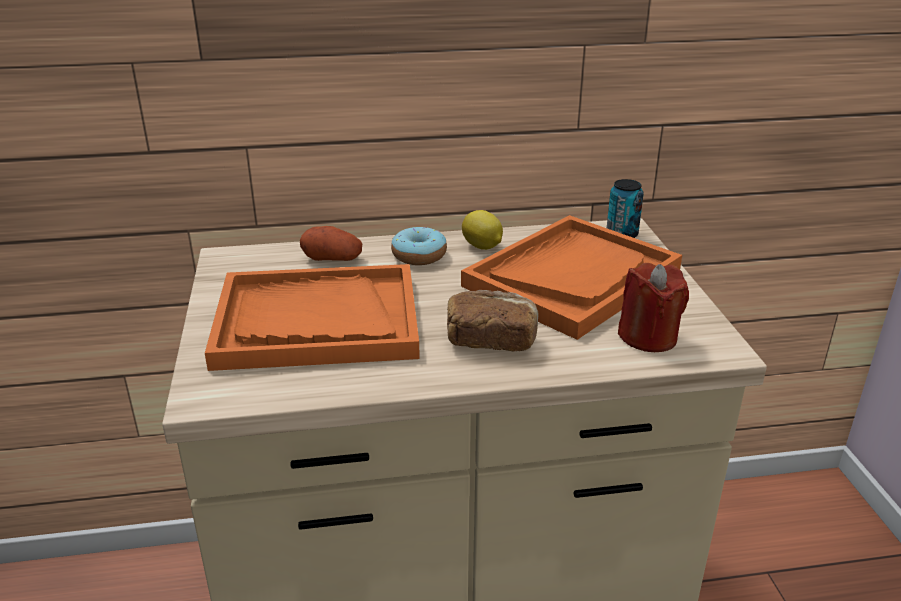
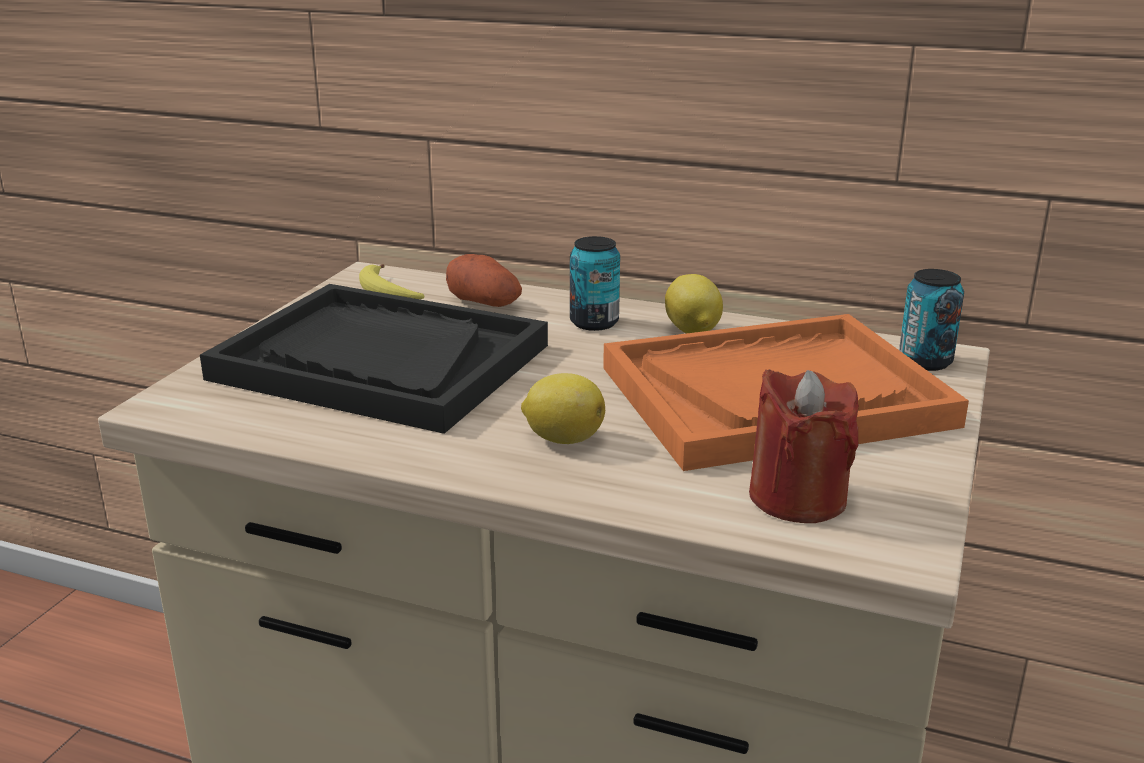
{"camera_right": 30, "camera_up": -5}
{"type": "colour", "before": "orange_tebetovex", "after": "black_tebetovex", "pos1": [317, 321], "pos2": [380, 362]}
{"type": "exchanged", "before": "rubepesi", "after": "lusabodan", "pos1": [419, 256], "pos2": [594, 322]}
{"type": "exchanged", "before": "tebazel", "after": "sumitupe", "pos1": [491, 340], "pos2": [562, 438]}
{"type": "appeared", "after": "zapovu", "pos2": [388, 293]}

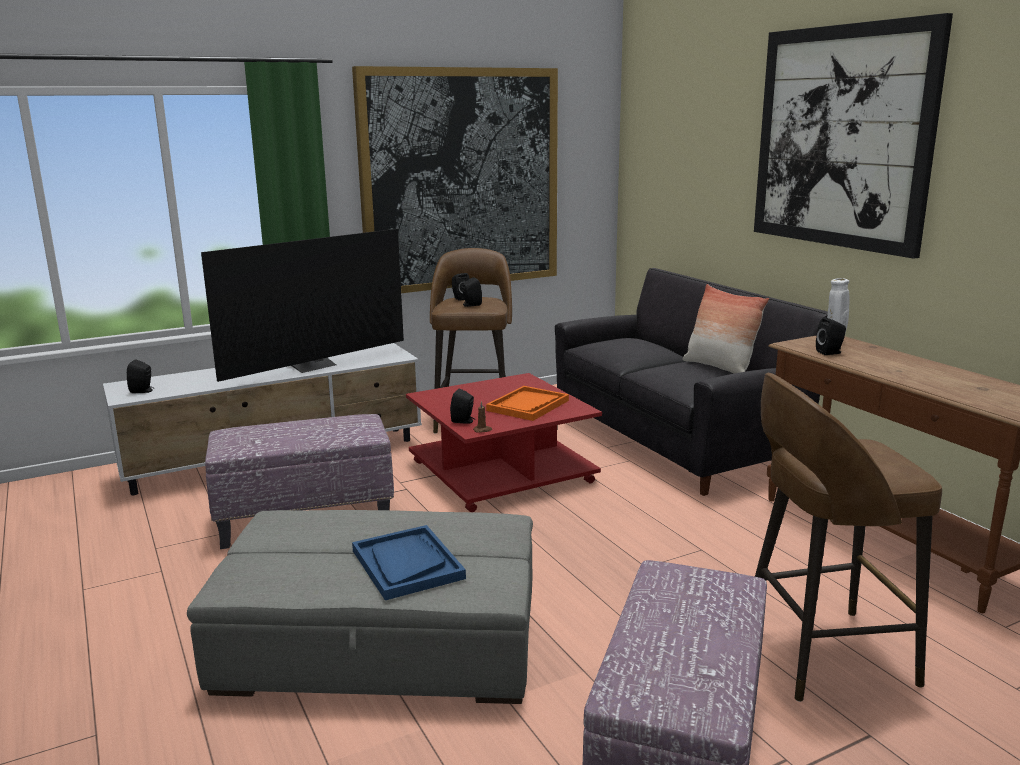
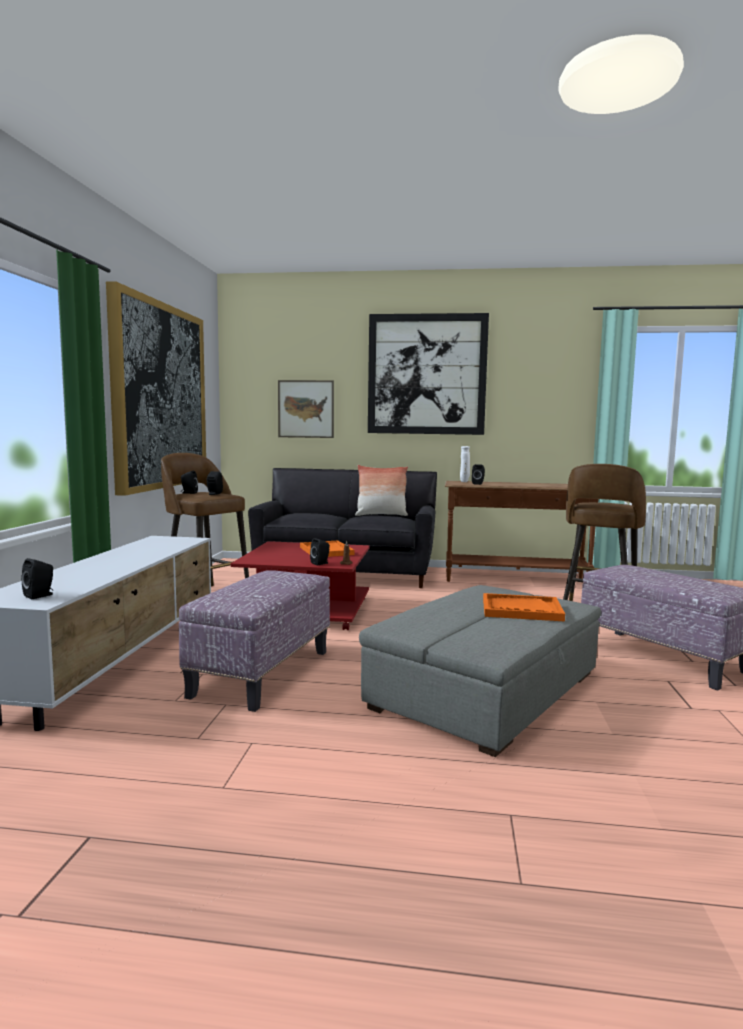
{"camera_right": -55, "camera_up": -10}
{"type": "missing", "before": "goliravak", "pos1": [313, 366]}
{"type": "colour", "before": "blue_tebetovex", "after": "orange_tebetovex", "pos1": [407, 564], "pos2": [521, 610]}
{"type": "appeared", "after": "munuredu", "pos2": [306, 409]}

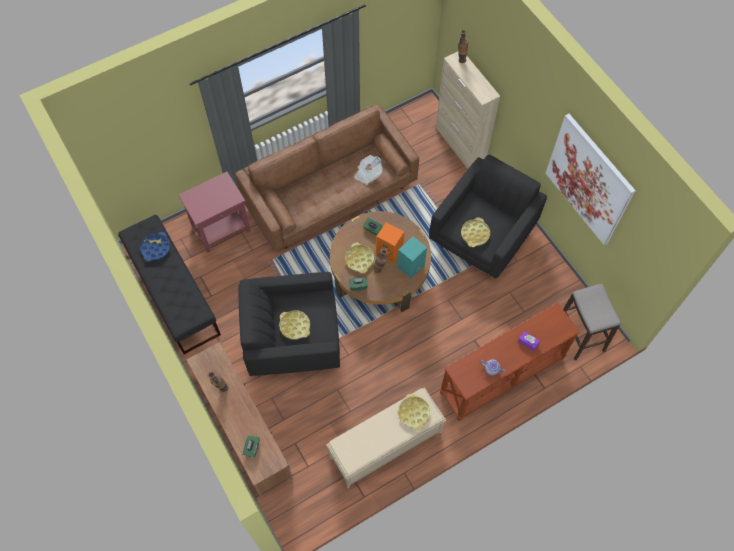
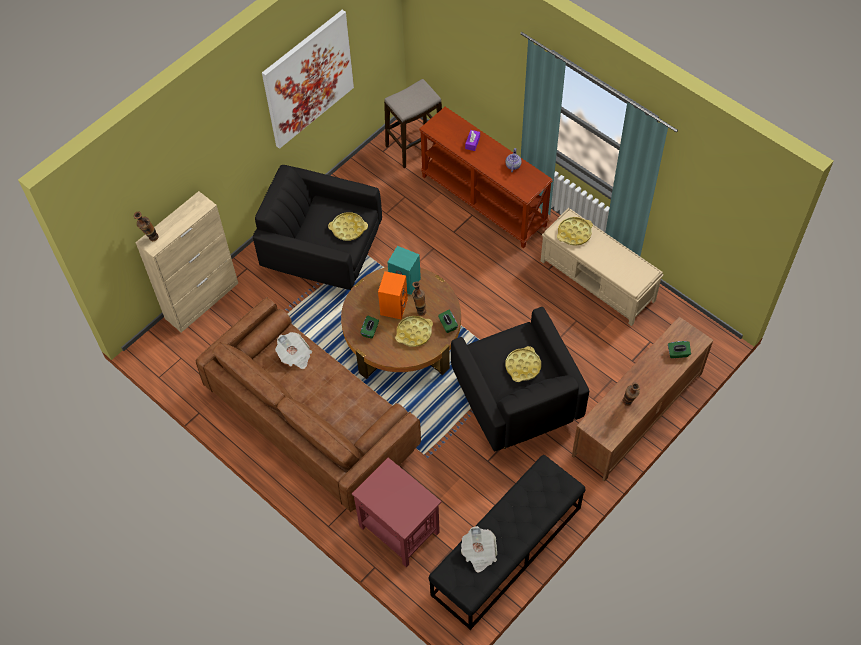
{"camera_right": -105, "camera_up": -5}
{"type": "exchanged", "before": "blue_tebetovex", "after": "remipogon", "pos1": [155, 248], "pos2": [479, 553]}

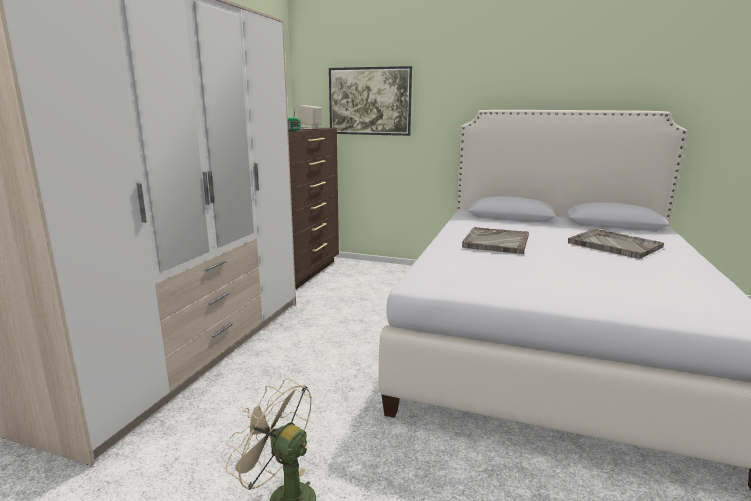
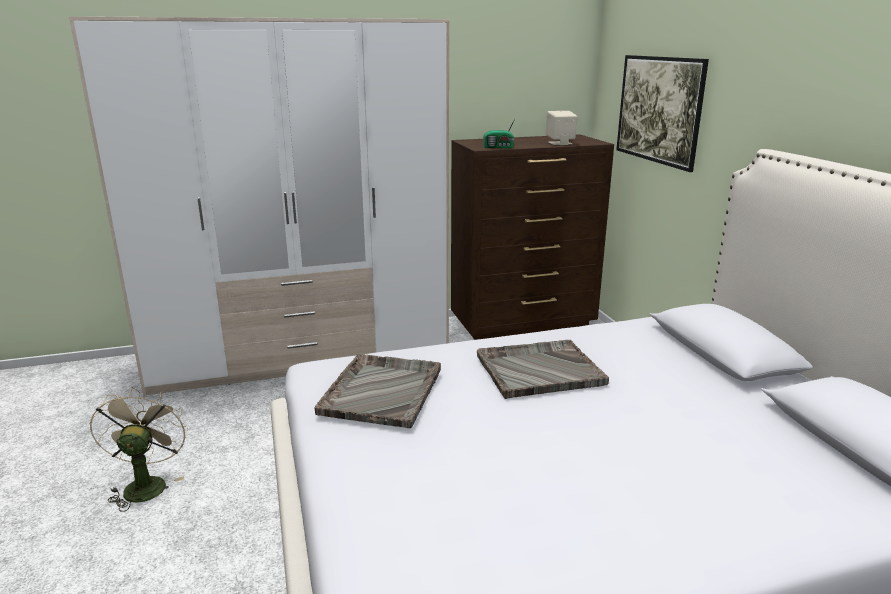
{"camera_right": 55, "camera_up": 5}
{"type": "relocated", "before": "grey_tebetovex", "pos1": [613, 245], "pos2": [382, 391]}

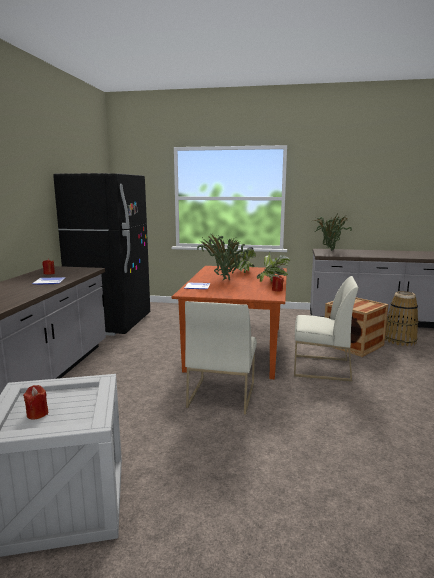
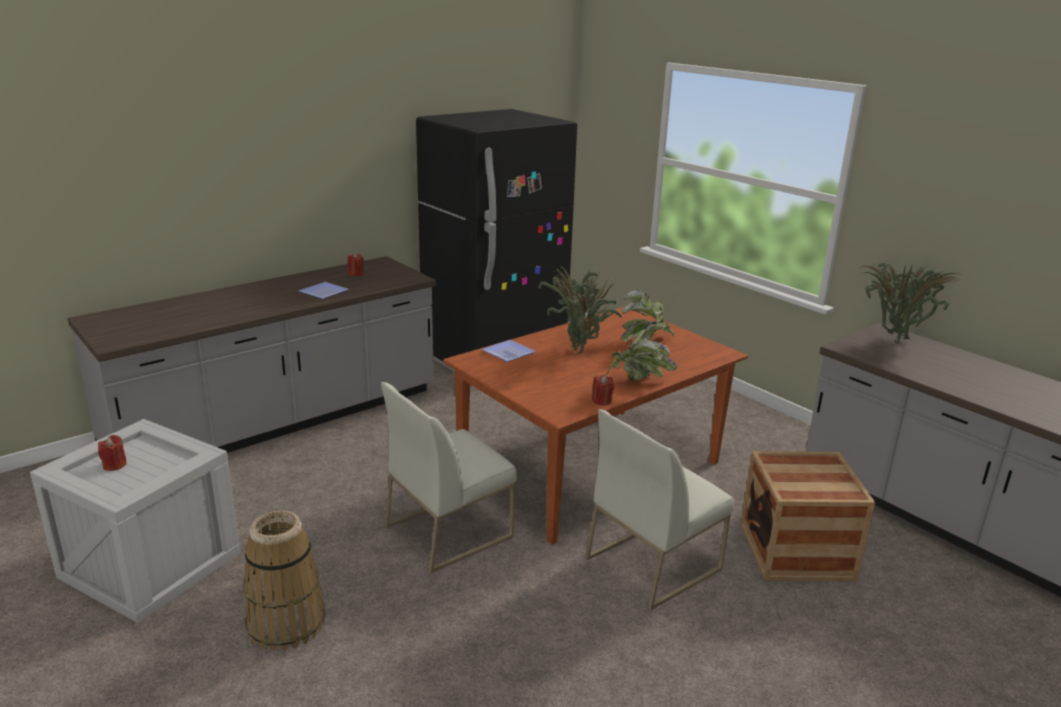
{"camera_right": 40, "camera_up": 10}
{"type": "spun", "before": "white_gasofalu", "pos1": [321, 368], "pos2": [653, 563], "turn": 90}
{"type": "relocated", "before": "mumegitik", "pos1": [400, 340], "pos2": [286, 624]}

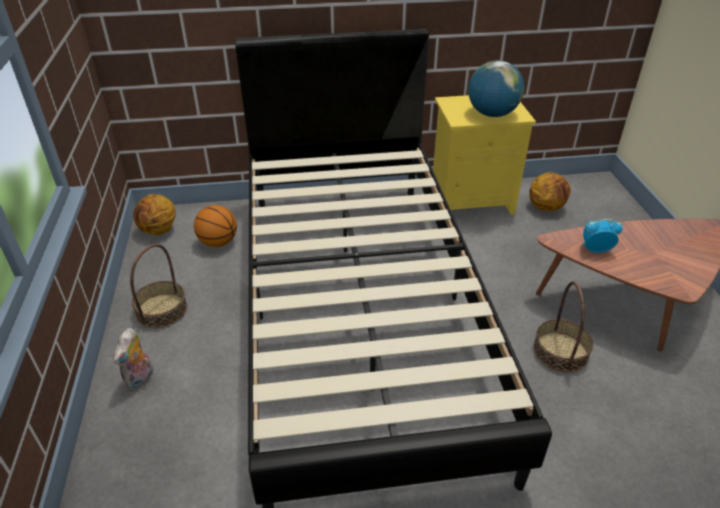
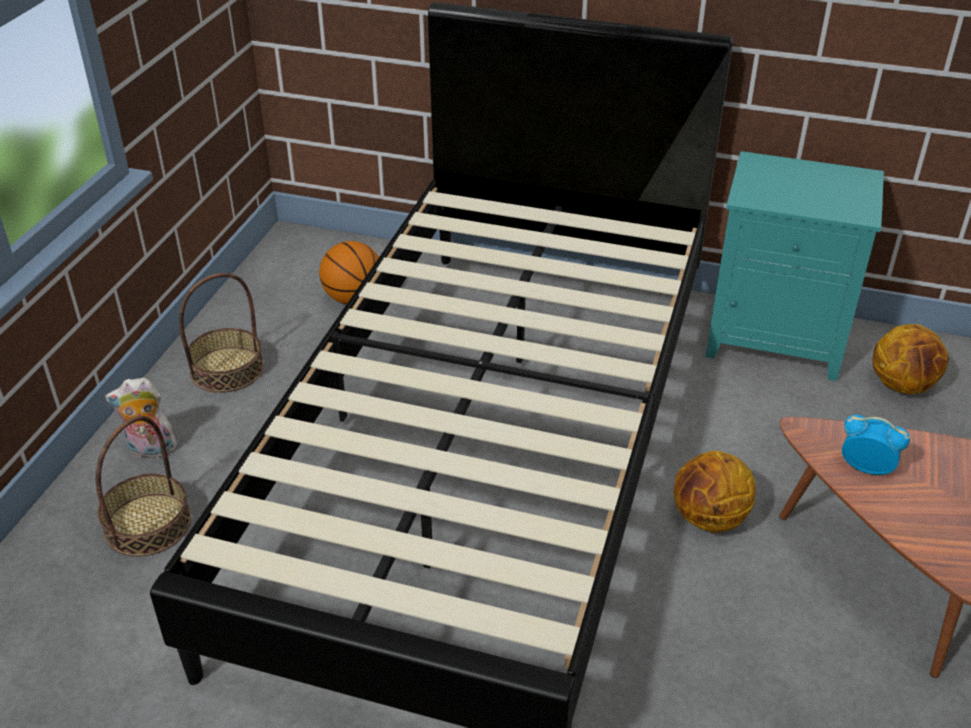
{"camera_right": 25, "camera_up": 0}
{"type": "spun", "before": "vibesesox", "pos1": [141, 380], "pos2": [150, 450], "turn": 45}
{"type": "relocated", "before": "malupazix", "pos1": [159, 231], "pos2": [709, 519]}
{"type": "colour", "before": "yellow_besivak", "after": "turquoise_besivak", "pos1": [472, 200], "pos2": [777, 338]}
{"type": "missing", "before": "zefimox", "pos1": [492, 114]}
{"type": "relocated", "before": "mumegitik", "pos1": [560, 351], "pos2": [147, 524]}

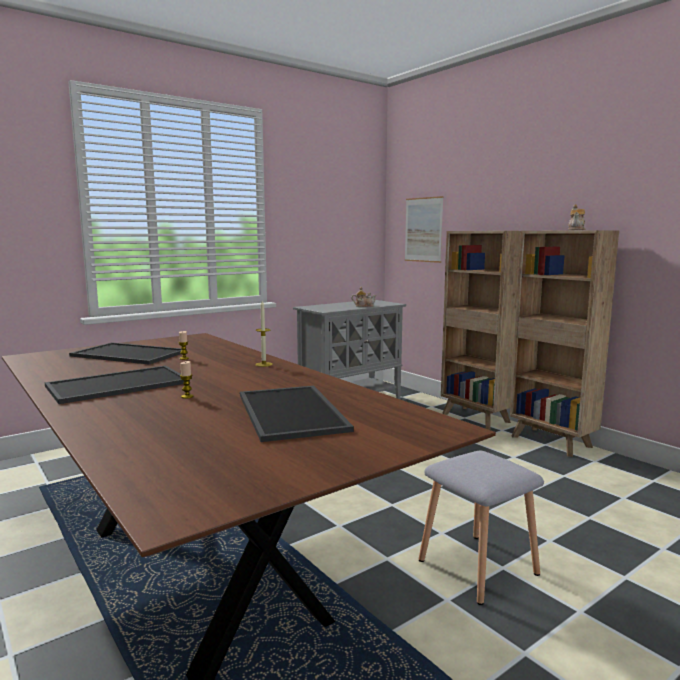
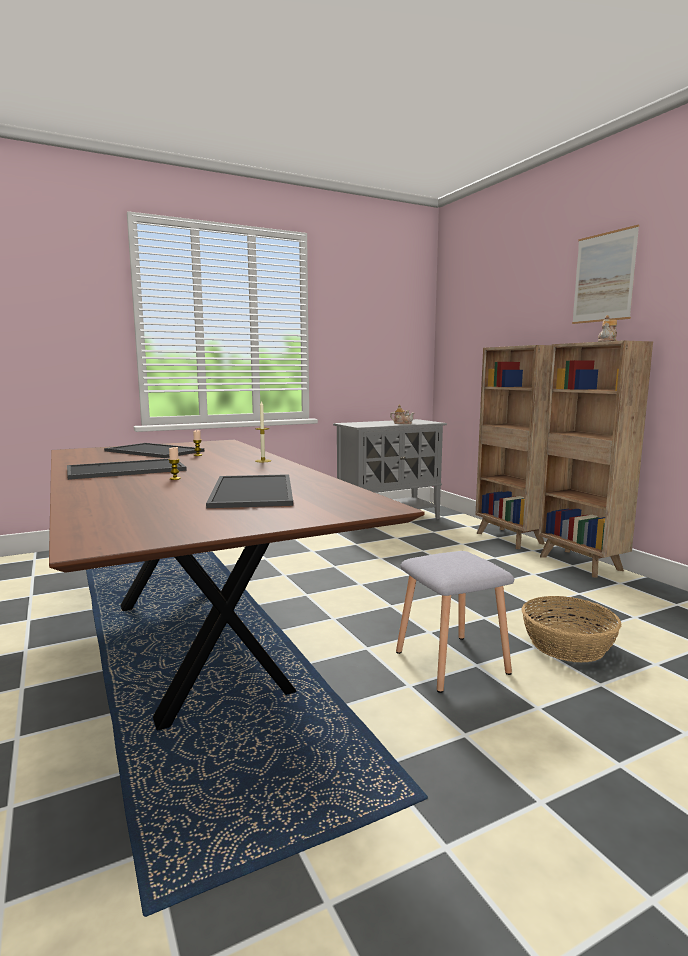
{"camera_right": 10, "camera_up": 0}
{"type": "relocated", "before": "munuredu", "pos1": [423, 229], "pos2": [604, 277]}
{"type": "appeared", "after": "mumegitik", "pos2": [568, 645]}

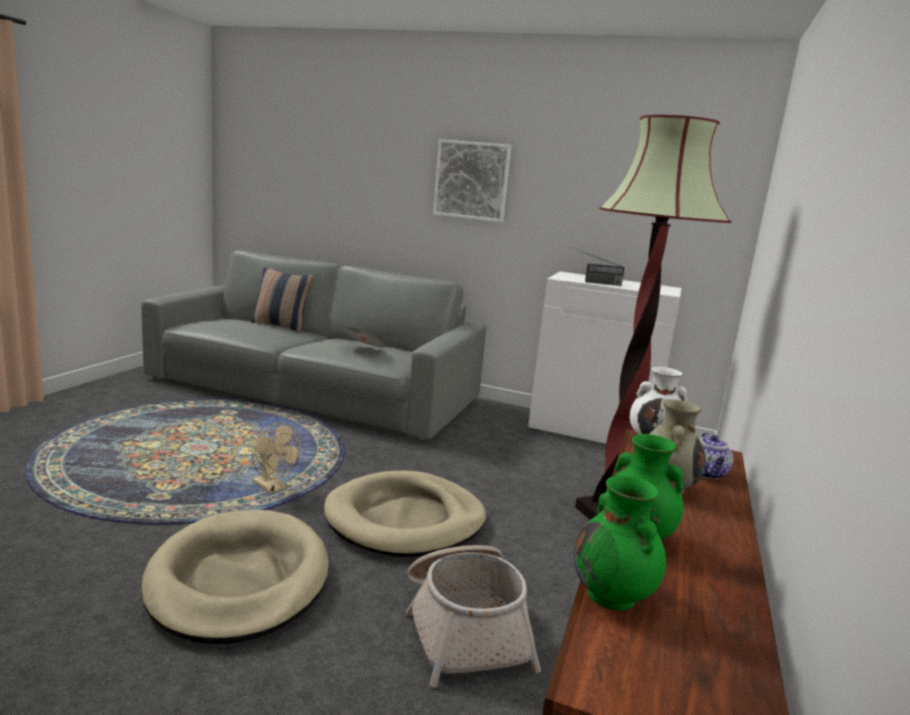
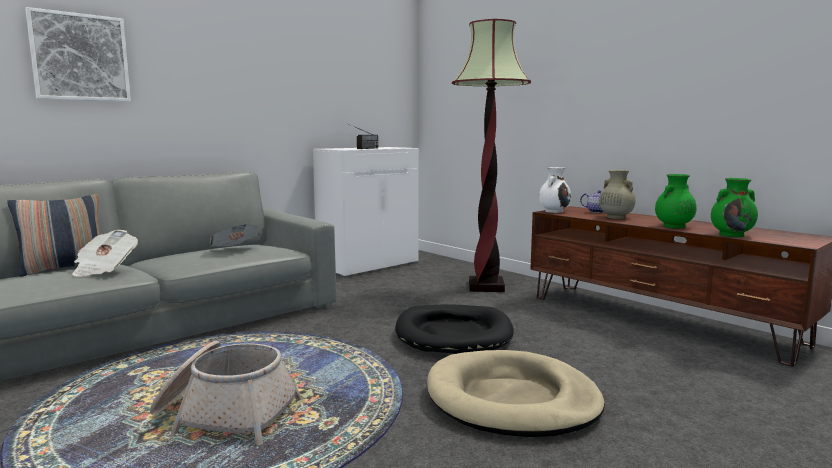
{"camera_right": -60, "camera_up": -5}
{"type": "missing", "before": "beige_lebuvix", "pos1": [273, 488]}
{"type": "colour", "before": "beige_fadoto", "after": "black_fadoto", "pos1": [405, 520], "pos2": [453, 334]}
{"type": "relocated", "before": "mumegitik", "pos1": [464, 628], "pos2": [225, 414]}
{"type": "relocated", "before": "munuredu", "pos1": [471, 180], "pos2": [80, 57]}
{"type": "appeared", "after": "remipogon", "pos2": [104, 269]}

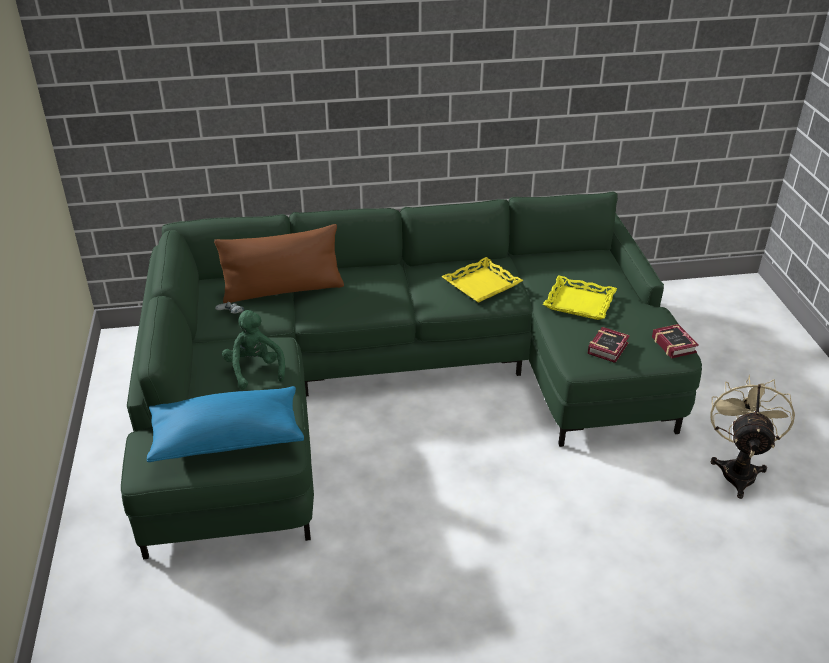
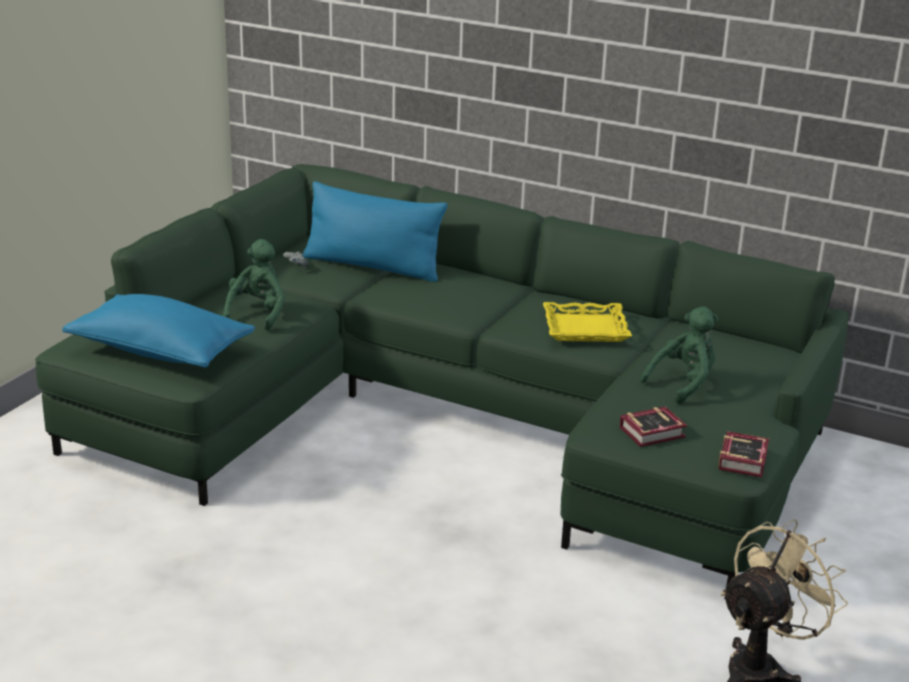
{"camera_right": 35, "camera_up": -10}
{"type": "colour", "before": "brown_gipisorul", "after": "blue_gipisorul", "pos1": [283, 290], "pos2": [372, 266]}
{"type": "exchanged", "before": "yellow_tebetovex", "after": "green_vibesesox", "pos1": [579, 302], "pos2": [683, 383]}

